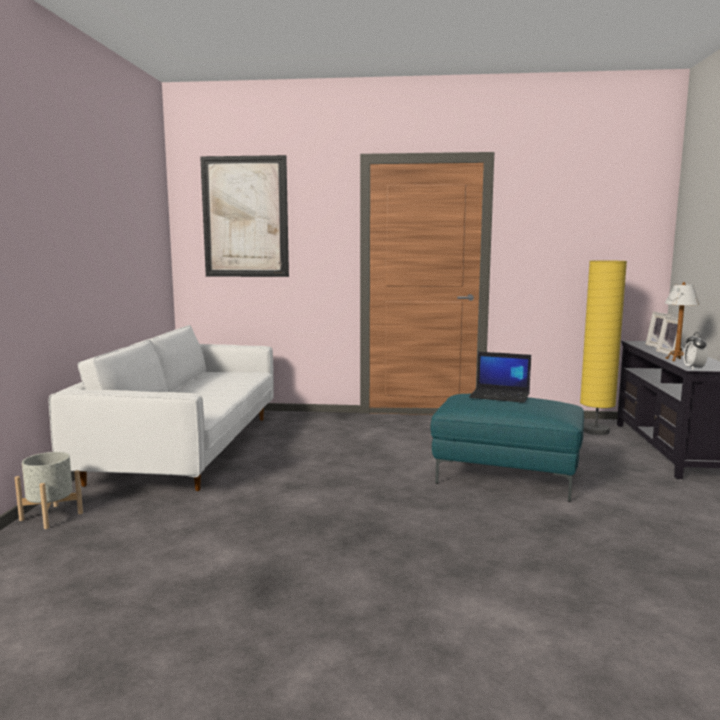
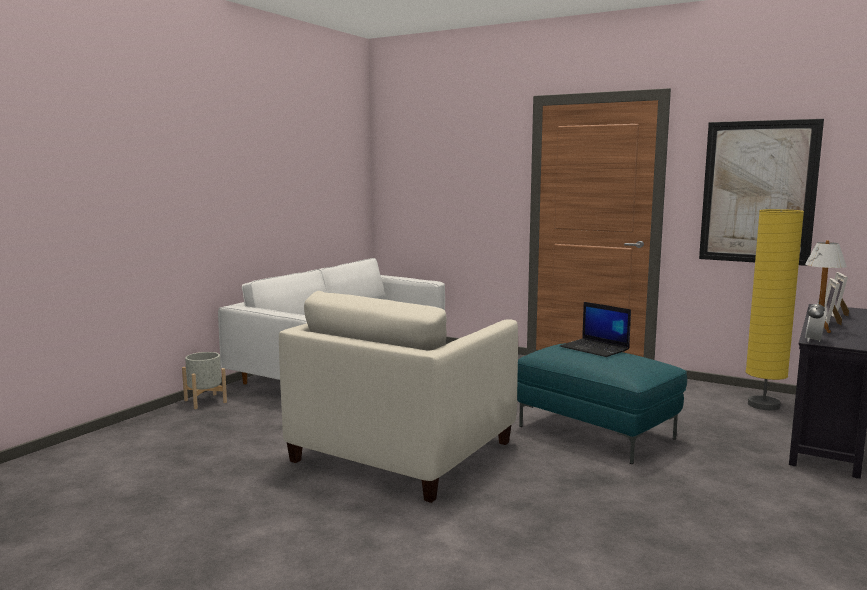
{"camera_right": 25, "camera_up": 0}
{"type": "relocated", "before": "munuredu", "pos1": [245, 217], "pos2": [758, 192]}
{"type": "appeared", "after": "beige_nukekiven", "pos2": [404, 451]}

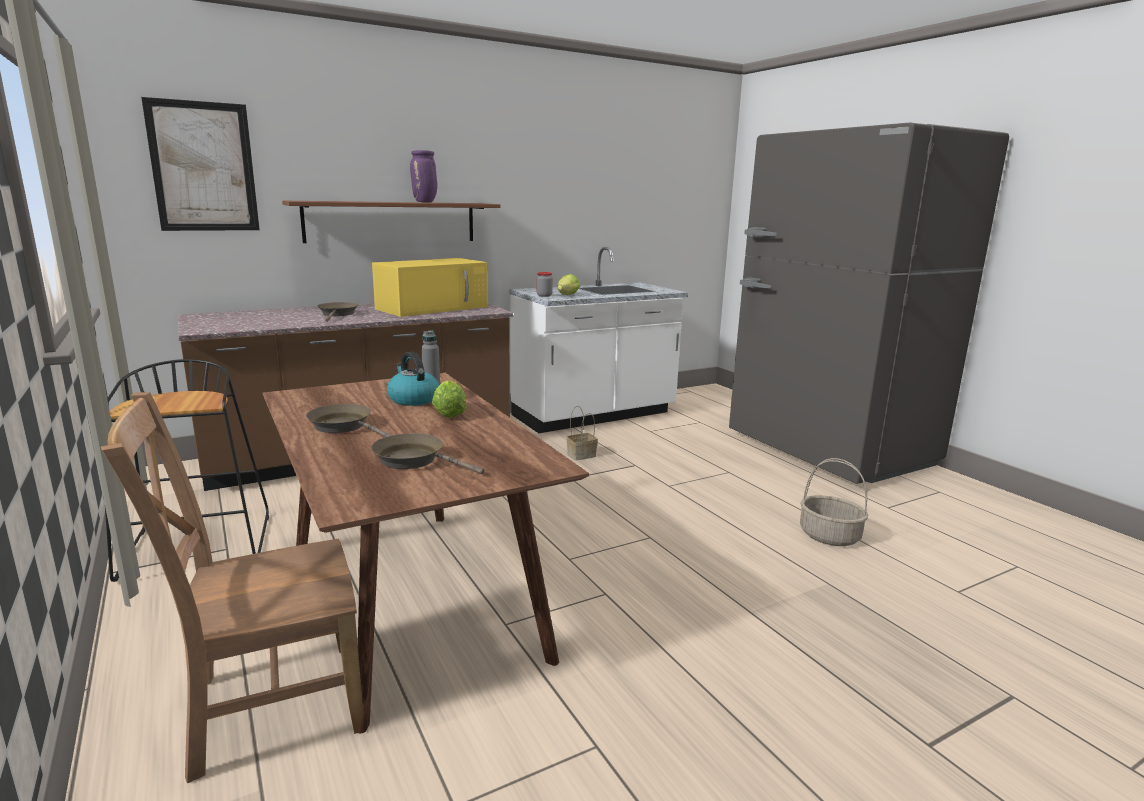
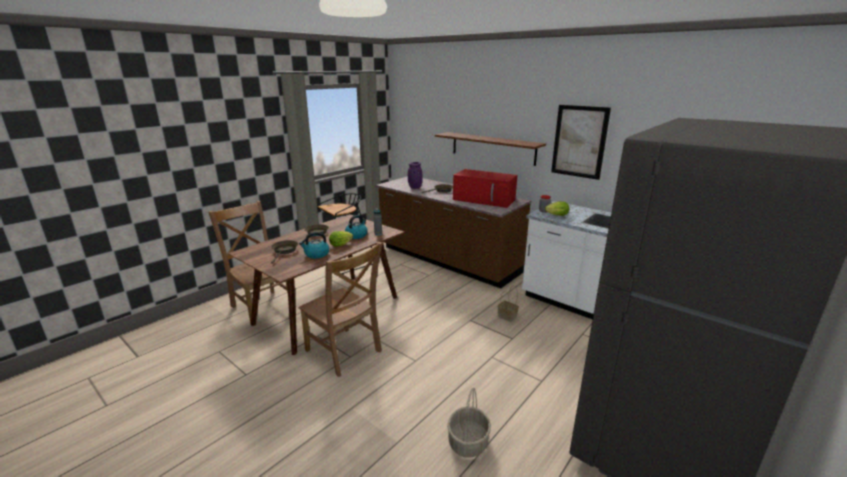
{"camera_right": 70, "camera_up": 5}
{"type": "relocated", "before": "munuredu", "pos1": [203, 167], "pos2": [579, 141]}
{"type": "colour", "before": "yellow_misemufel", "after": "red_misemufel", "pos1": [433, 307], "pos2": [485, 200]}
{"type": "relocated", "before": "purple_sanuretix", "pos1": [425, 202], "pos2": [415, 188]}
{"type": "appeared", "after": "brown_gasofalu", "pos2": [344, 352]}
{"type": "appeared", "after": "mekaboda", "pos2": [316, 254]}

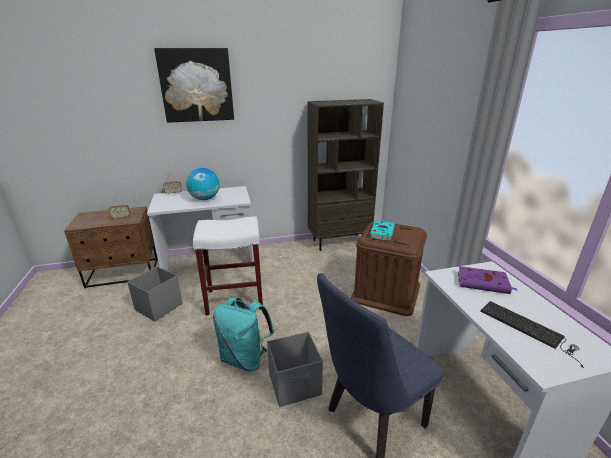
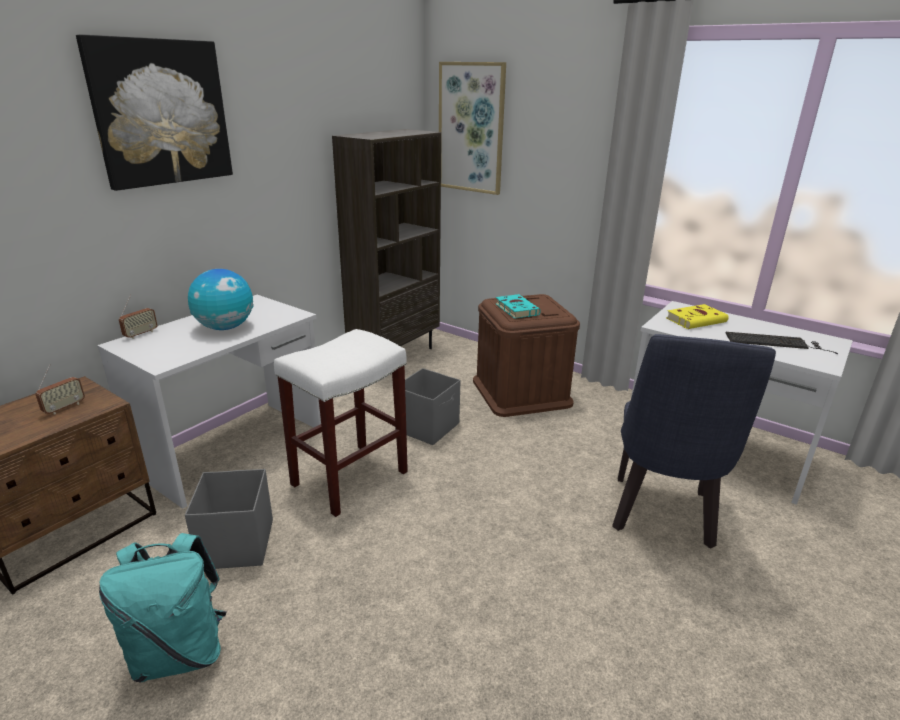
{"camera_right": -40, "camera_up": 0}
{"type": "relocated", "before": "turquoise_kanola", "pos1": [245, 358], "pos2": [180, 652]}
{"type": "relocated", "before": "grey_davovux", "pos1": [295, 384], "pos2": [428, 427]}
{"type": "colour", "before": "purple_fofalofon", "after": "yellow_fofalofon", "pos1": [484, 283], "pos2": [697, 320]}
{"type": "appeared", "after": "munuredu", "pos2": [471, 128]}

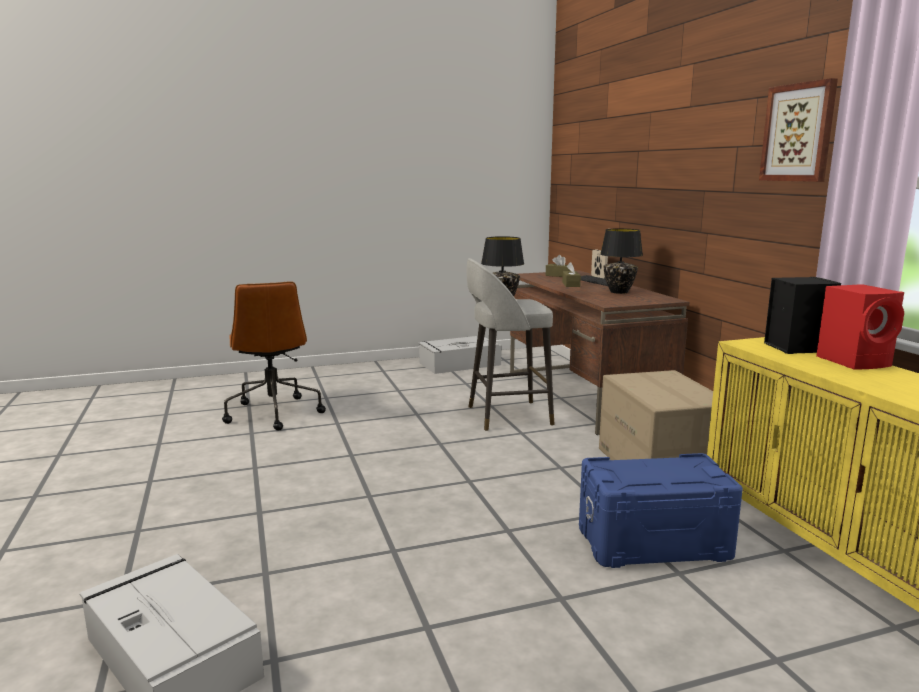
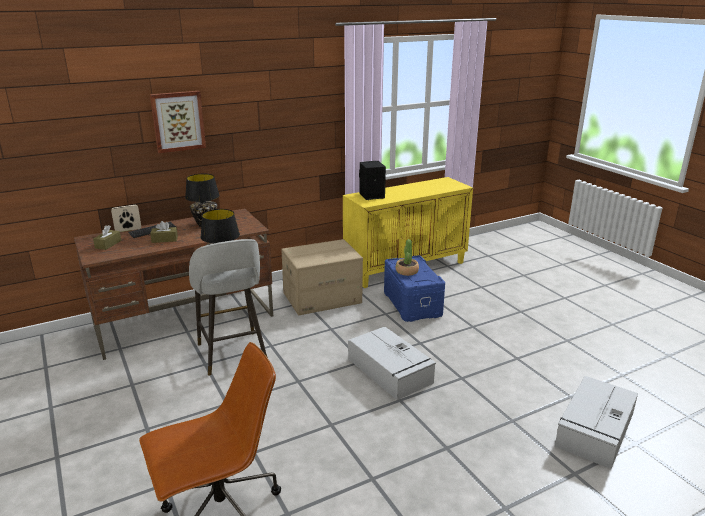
{"camera_right": -100, "camera_up": 10}
{"type": "relocated", "before": "grey_davovux", "pos1": [458, 364], "pos2": [390, 371]}
{"type": "relocated", "before": "munuredu", "pos1": [798, 133], "pos2": [178, 121]}
{"type": "missing", "before": "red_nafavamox", "pos1": [855, 362]}
{"type": "appeared", "after": "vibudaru", "pos2": [406, 271]}

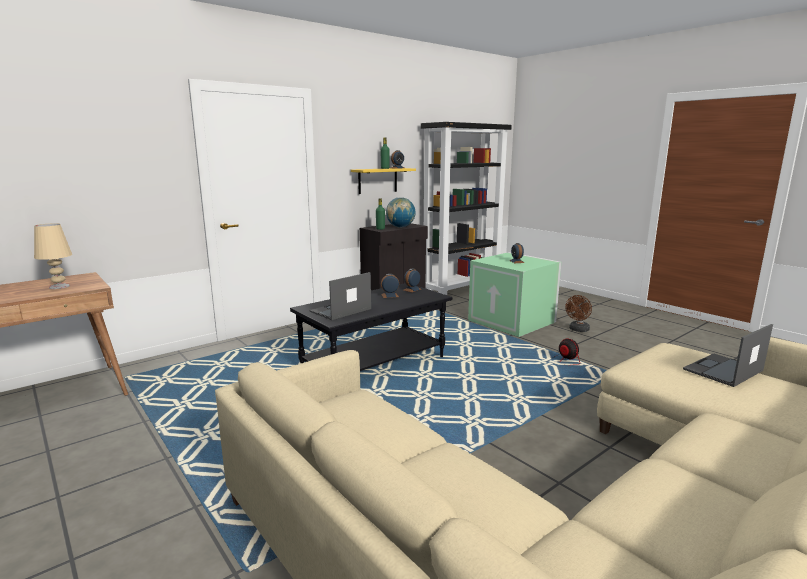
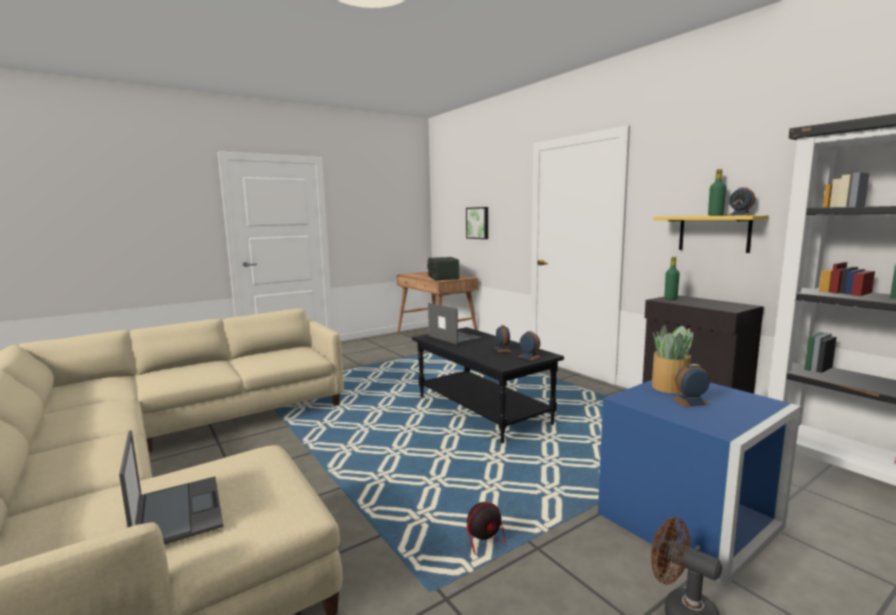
{"camera_right": 95, "camera_up": -5}
{"type": "exchanged", "before": "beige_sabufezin", "after": "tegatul", "pos1": [59, 286], "pos2": [442, 278]}
{"type": "missing", "before": "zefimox", "pos1": [400, 227]}
{"type": "colour", "before": "green_davovux", "after": "blue_davovux", "pos1": [513, 321], "pos2": [690, 521]}
{"type": "appeared", "after": "munuredu", "pos2": [478, 223]}
{"type": "appeared", "after": "vibudaru", "pos2": [670, 386]}

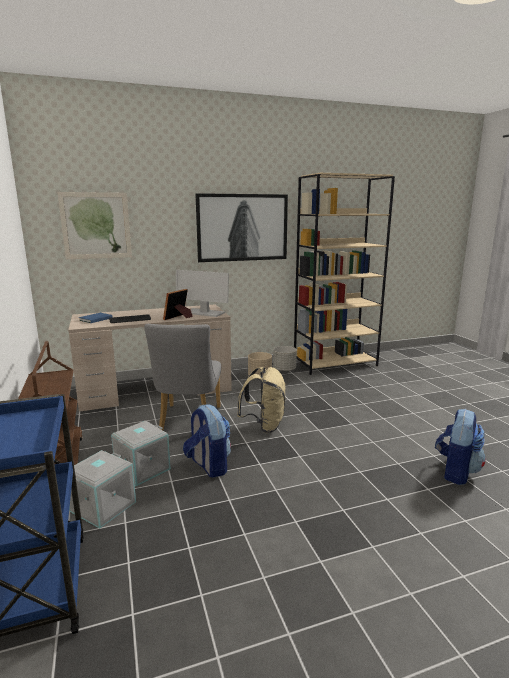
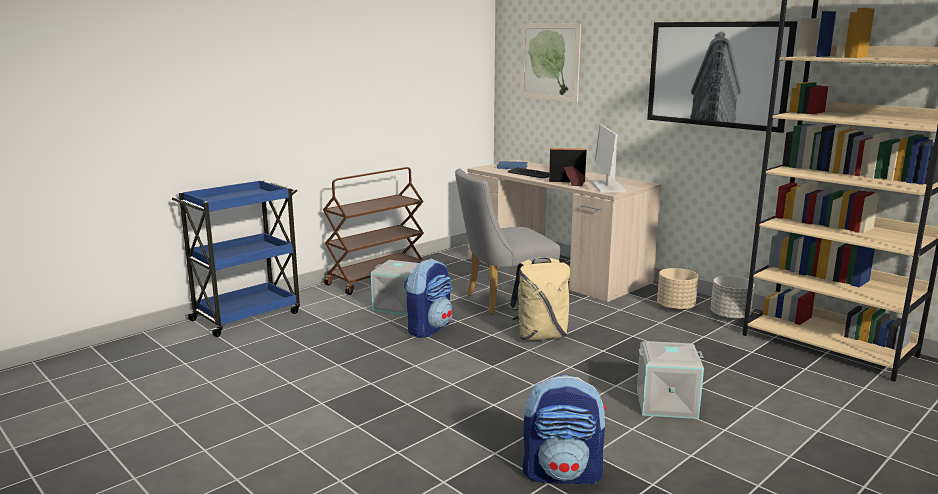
{"camera_right": 65, "camera_up": 0}
{"type": "relocated", "before": "grey_davovux", "pos1": [103, 507], "pos2": [666, 404]}

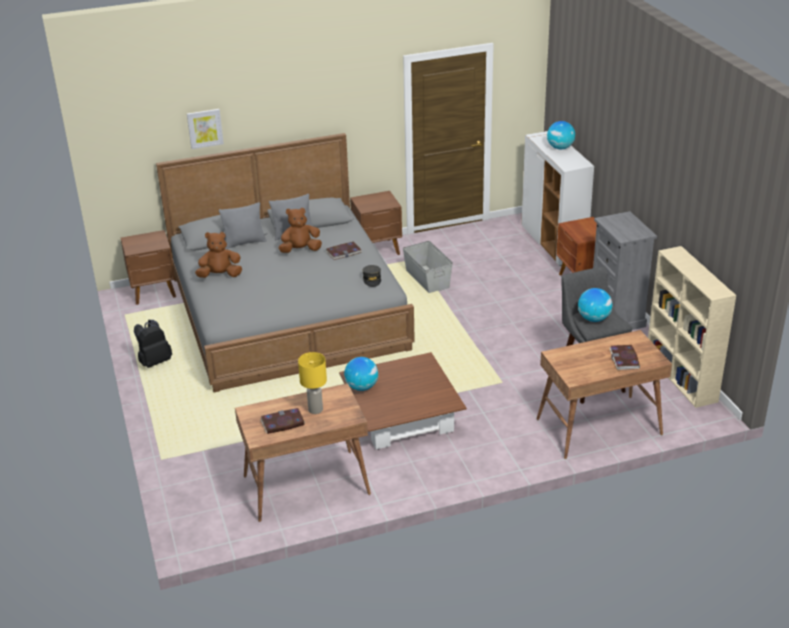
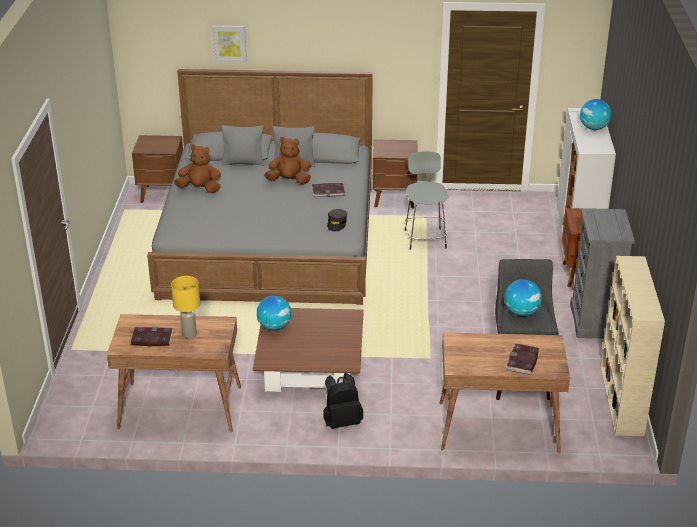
{"camera_right": 20, "camera_up": 0}
{"type": "relocated", "before": "black_kanola", "pos1": [154, 361], "pos2": [342, 421]}
{"type": "exchanged", "before": "grey_davovux", "after": "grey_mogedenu", "pos1": [427, 279], "pos2": [425, 238]}

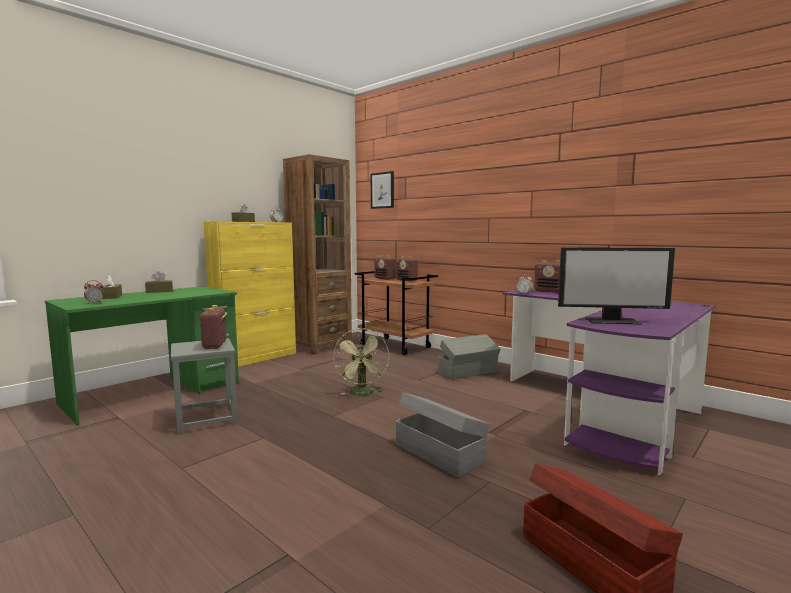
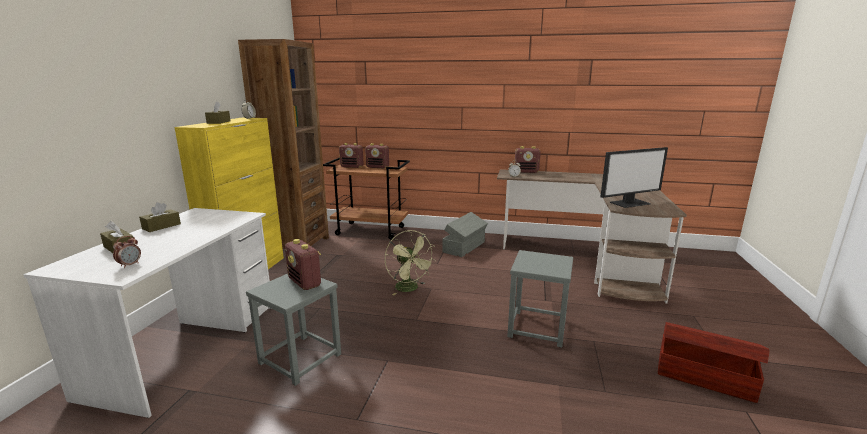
{"camera_right": -30, "camera_up": 10}
{"type": "colour", "before": "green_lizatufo", "after": "white_lizatufo", "pos1": [154, 393], "pos2": [188, 347]}
{"type": "missing", "before": "munuredu", "pos1": [382, 190]}
{"type": "exchanged", "before": "grey_davovux", "after": "grey_mogedenu", "pos1": [439, 453], "pos2": [537, 328]}
{"type": "colour", "before": "purple_lizatufo", "after": "brown_lizatufo", "pos1": [608, 409], "pos2": [588, 260]}

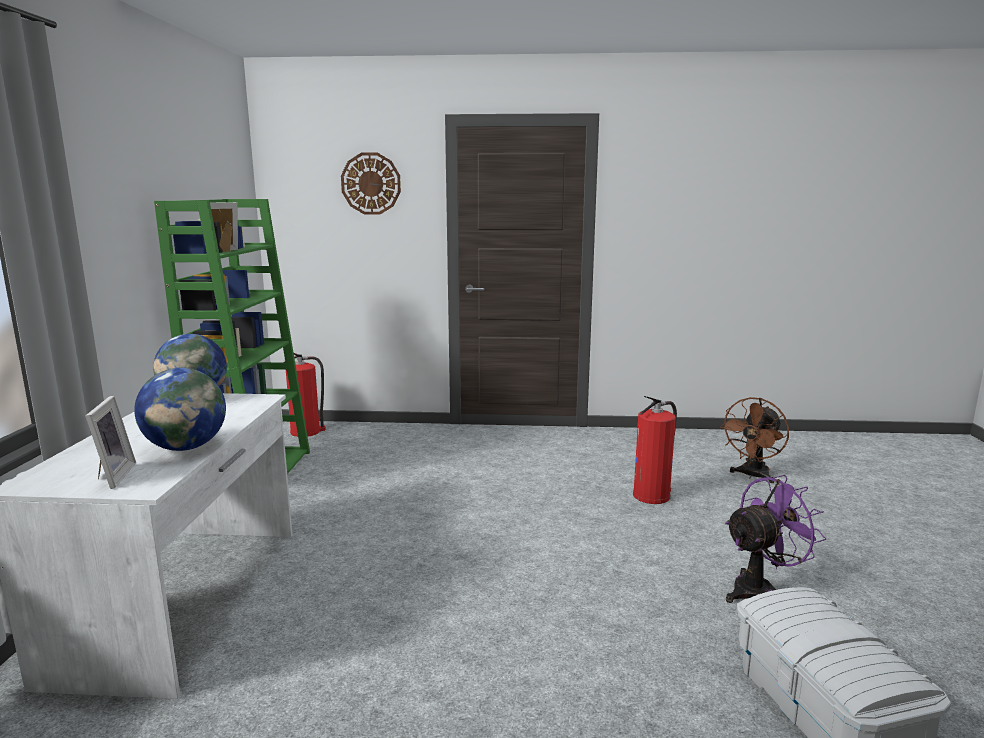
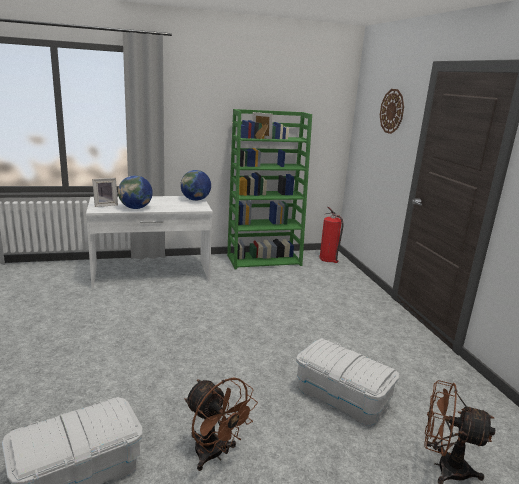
{"camera_right": 70, "camera_up": 5}
{"type": "exchanged", "before": "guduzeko", "after": "white_davovux", "pos1": [652, 495], "pos2": [341, 397]}
{"type": "colour", "before": "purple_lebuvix", "after": "brown_lebuvix", "pos1": [761, 589], "pos2": [214, 455]}

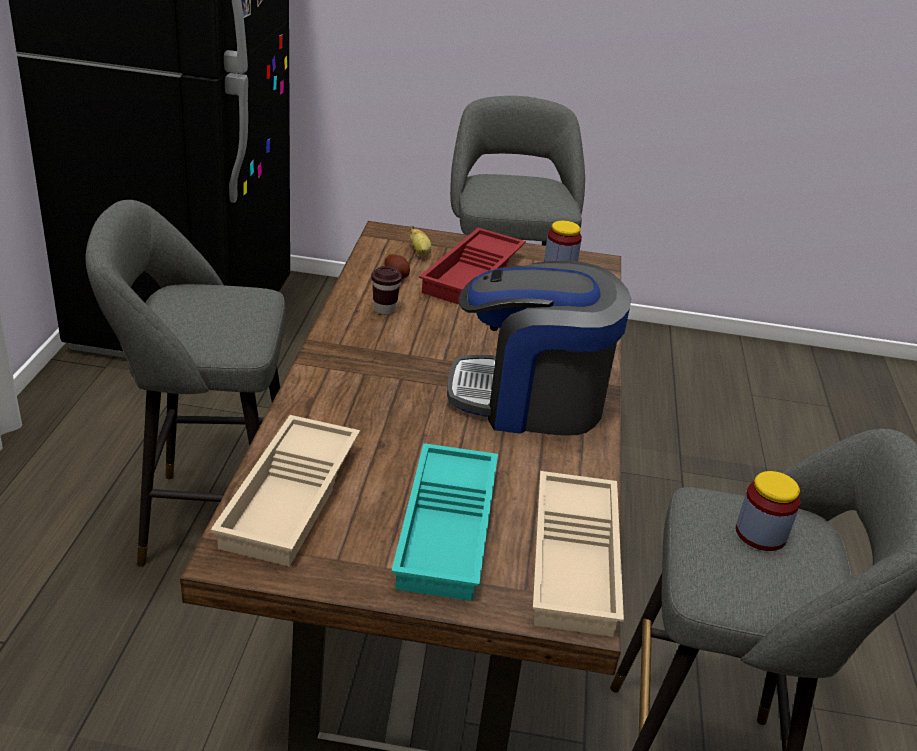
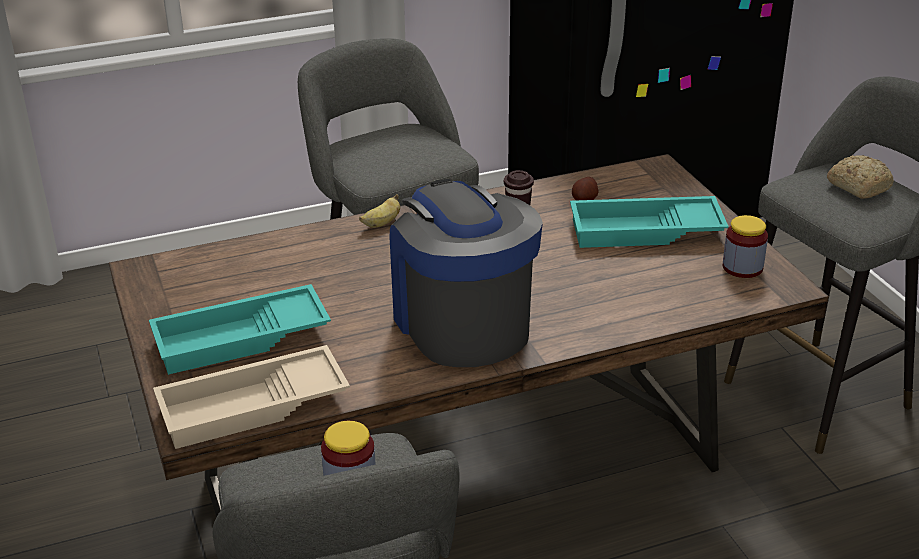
{"camera_right": 65, "camera_up": 0}
{"type": "missing", "before": "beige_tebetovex", "pos1": [293, 498]}
{"type": "relocated", "before": "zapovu", "pos1": [420, 252], "pos2": [382, 223]}
{"type": "colour", "before": "red_tebetovex", "after": "turquoise_tebetovex", "pos1": [474, 275], "pos2": [645, 232]}
{"type": "appeared", "after": "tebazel", "pos2": [858, 186]}

